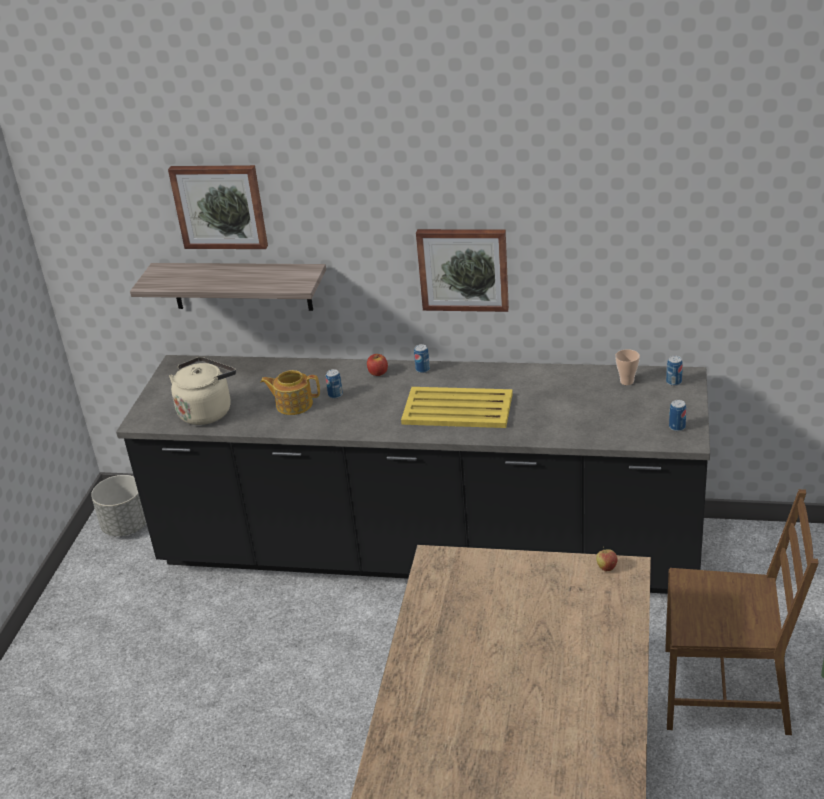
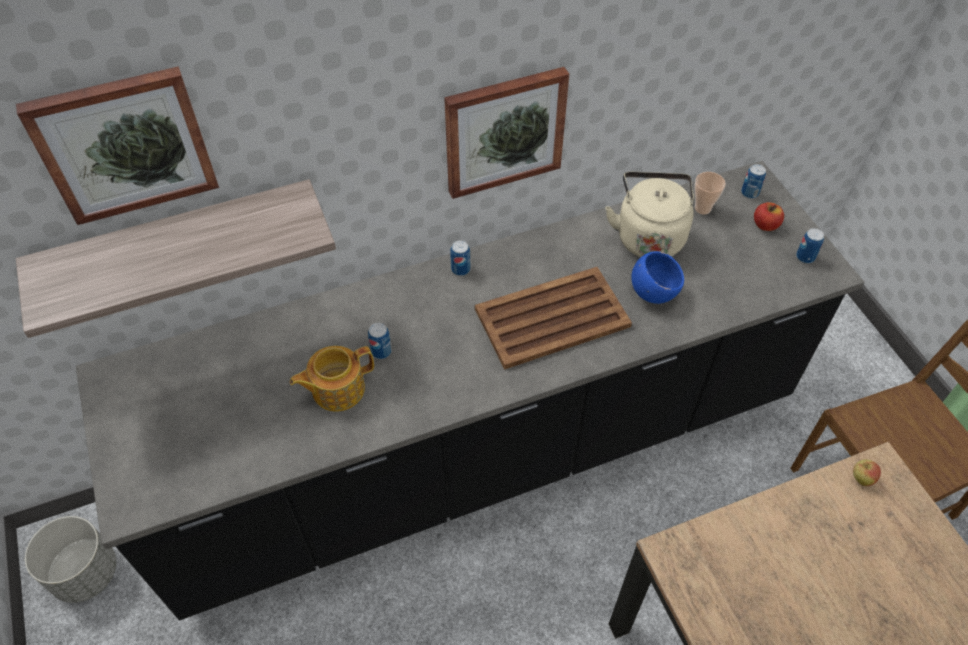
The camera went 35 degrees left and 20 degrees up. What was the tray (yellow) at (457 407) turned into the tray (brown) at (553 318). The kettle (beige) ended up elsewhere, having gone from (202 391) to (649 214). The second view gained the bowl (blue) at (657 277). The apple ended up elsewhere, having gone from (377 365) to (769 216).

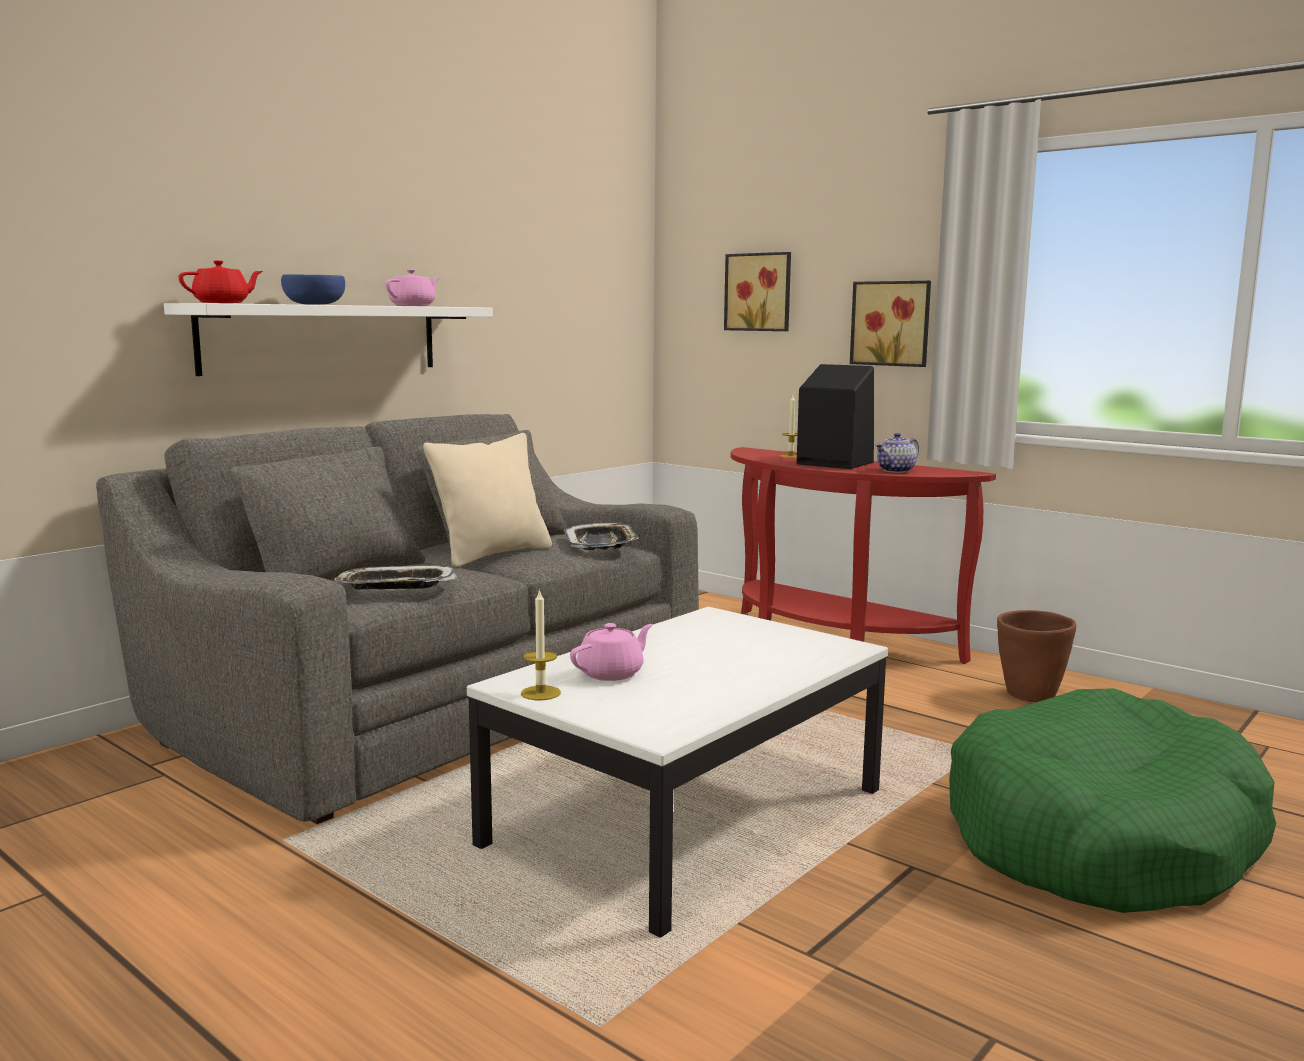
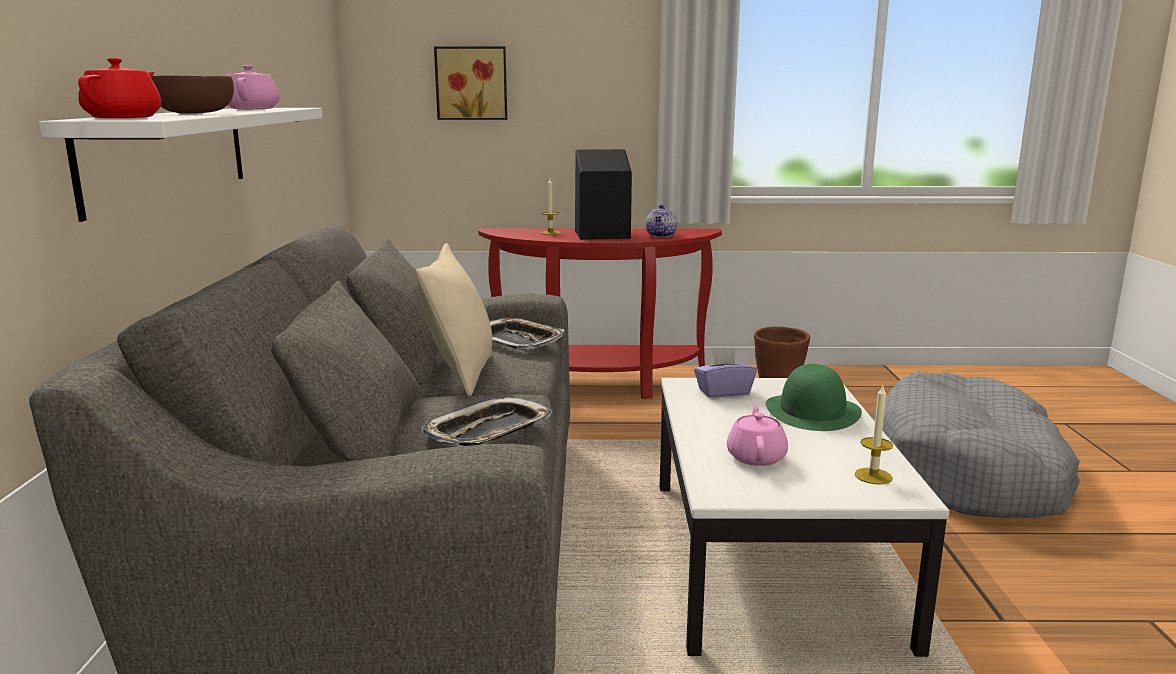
The camera went 40 degrees left and 5 degrees up. What was the bowl (blue) at (313 289) turned into the bowl (brown) at (193 94). The second view gained the tissue box (purple) at (725 373). The second view gained the hat (green) at (814 397). The candle ended up elsewhere, having gone from (541 644) to (873 435). What was the dog bed (green) at (1112 800) turned into the dog bed (grey) at (976 444). The second view lost the picture at (890 324).

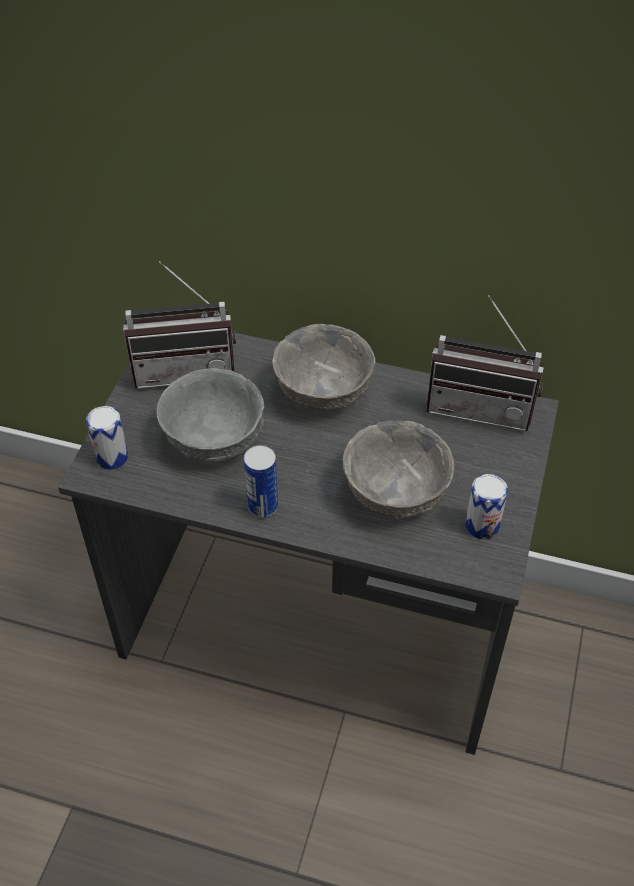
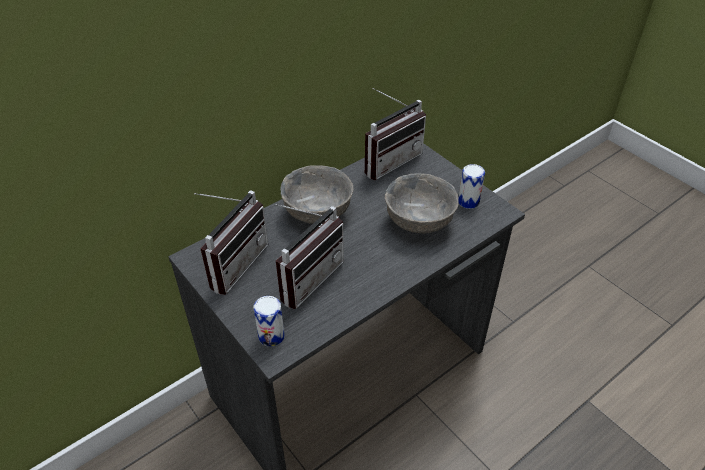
The camera went 55 degrees left and 5 degrees down. Where the bowl (grey) stood at (210 415), the radio came to stand at (310 256). The second view lost the can at (261 481).

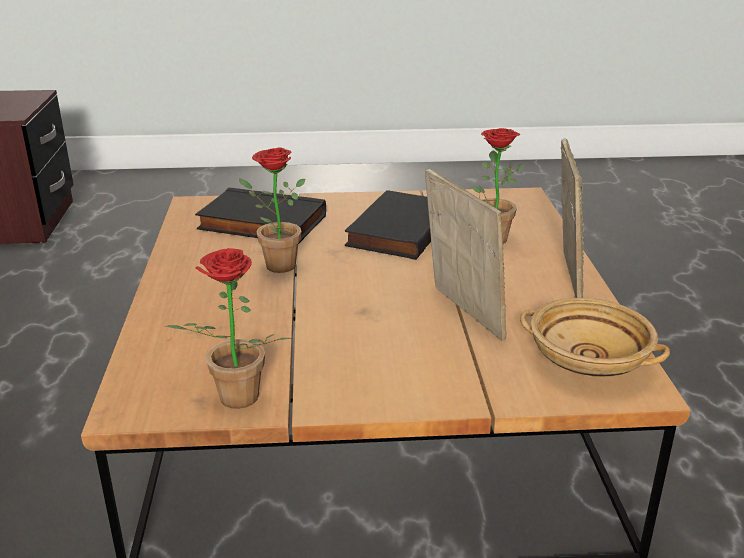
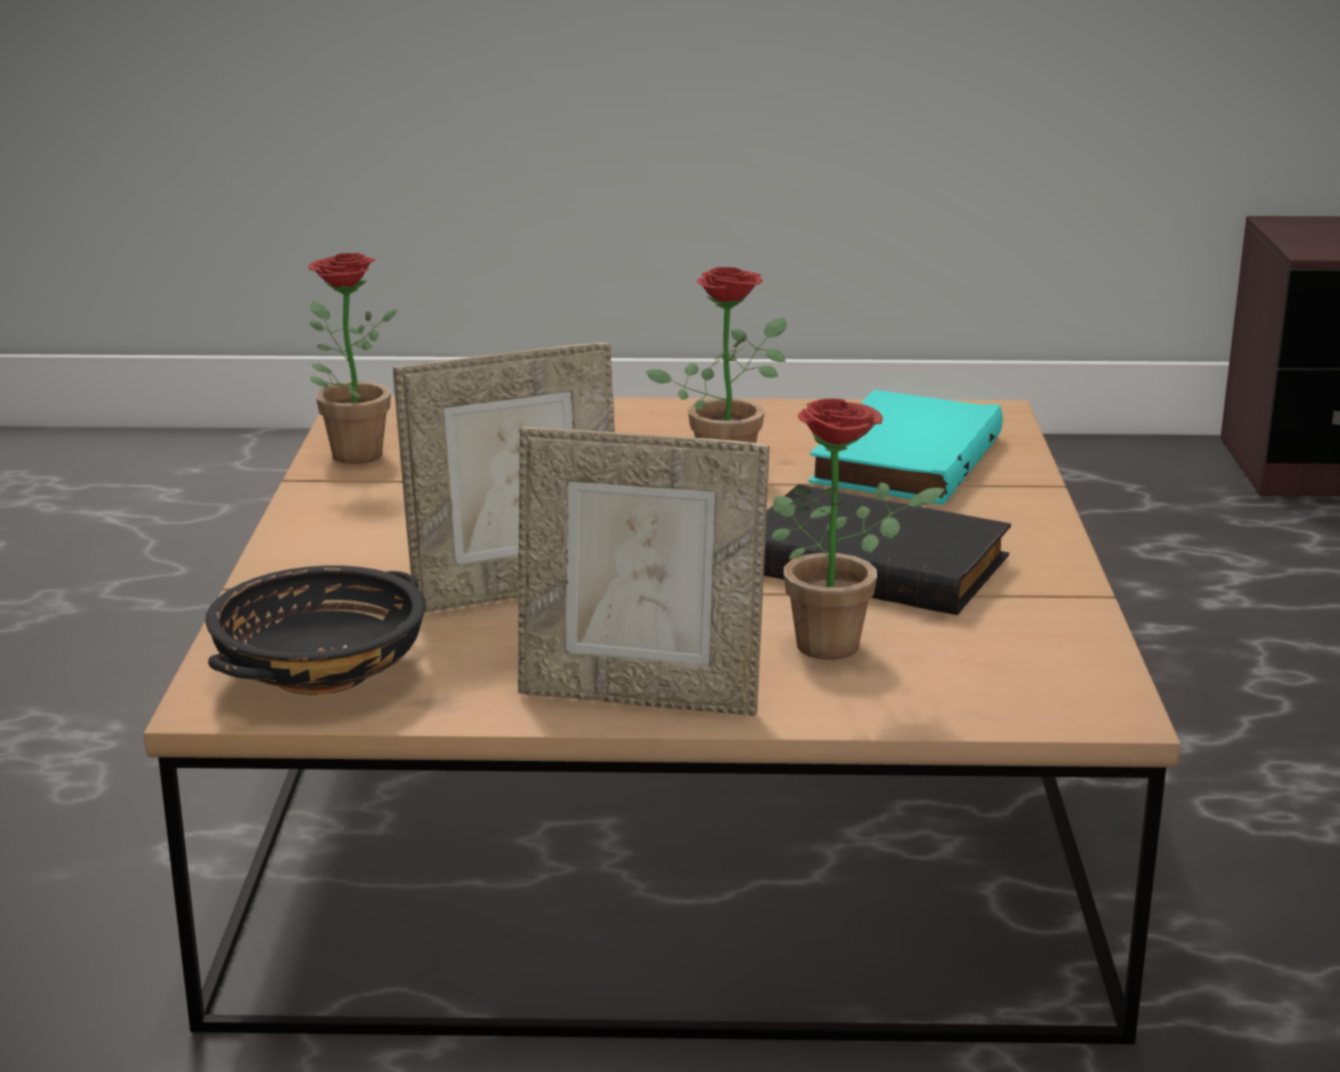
The camera went 95 degrees right and 5 degrees down. What was the bowl (beige) at (595 337) turned into the bowl (black) at (315 630). What was the book (black) at (260 216) turned into the book (turquoise) at (905 447).

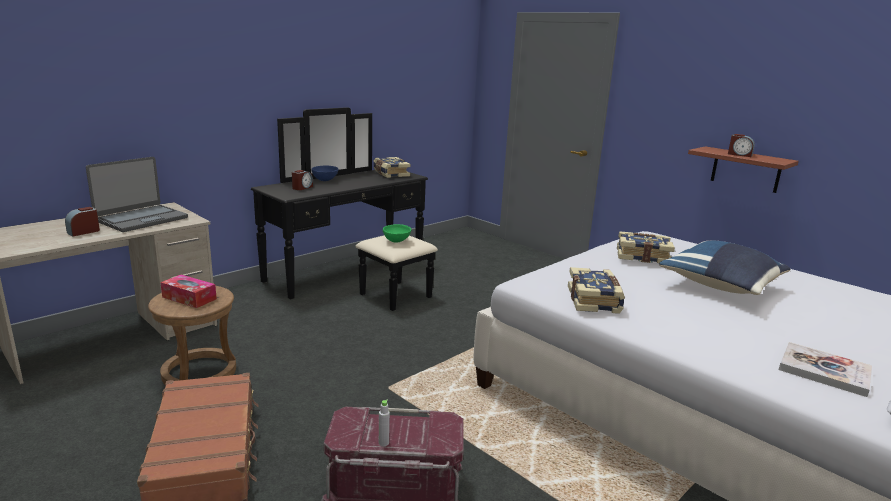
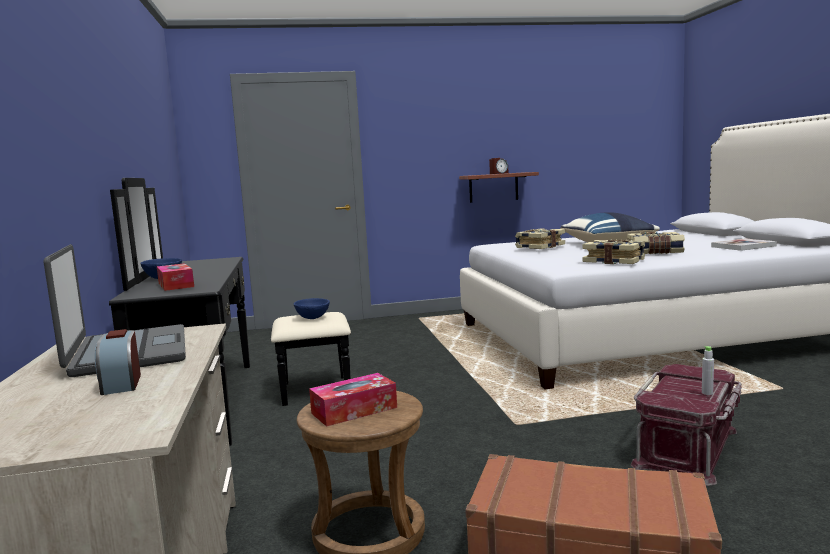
The camera went 55 degrees left and 10 degrees down. Where the alarm clock stood at (302 180), the tissue box came to stand at (175 277). What was the bowl (green) at (397 233) turned into the bowl (blue) at (312 308). The book ended up elsewhere, having gone from (391 167) to (656 243).

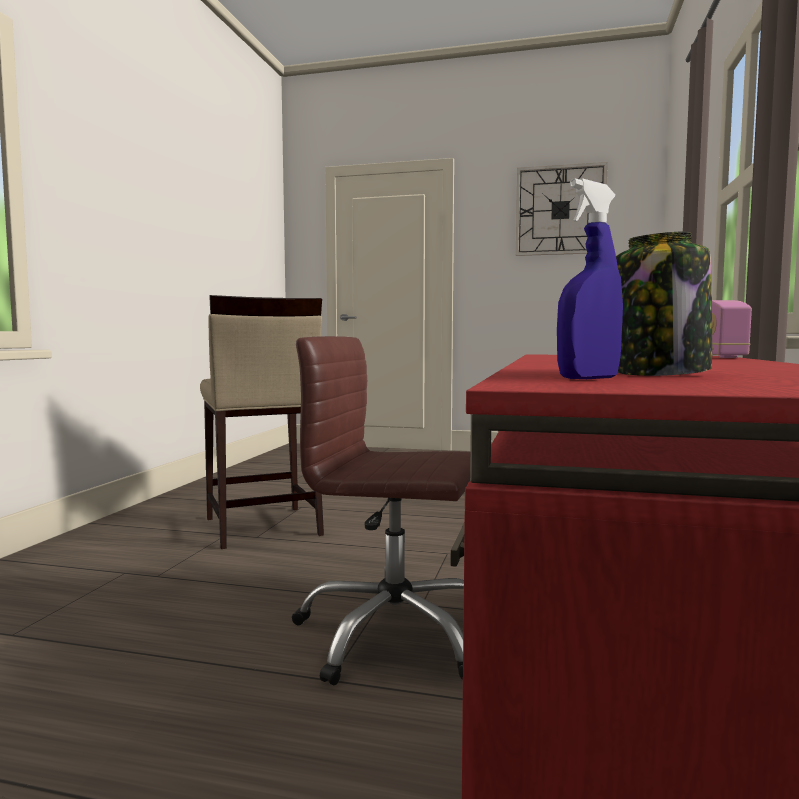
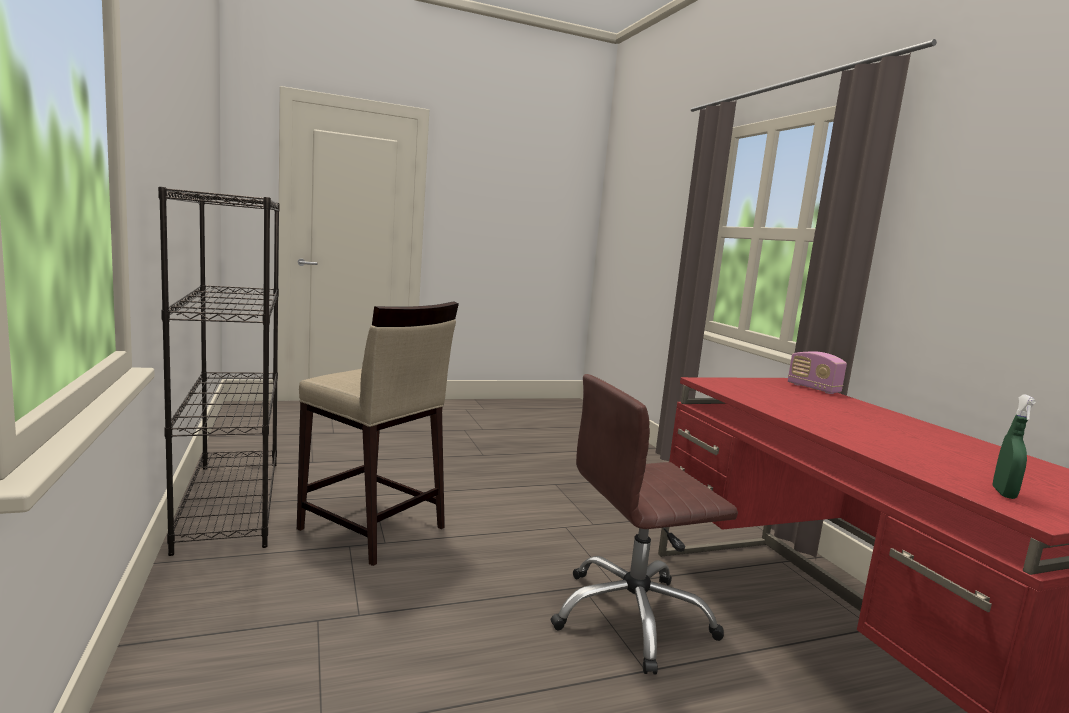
The camera went 35 degrees left and 5 degrees up. The second view gained the bookcase (black) at (219 371). What was the spray bottle (blue) at (590 278) turned into the spray bottle (green) at (1014 446). The second view lost the wall clock at (562 209). The second view lost the jar at (664 303).

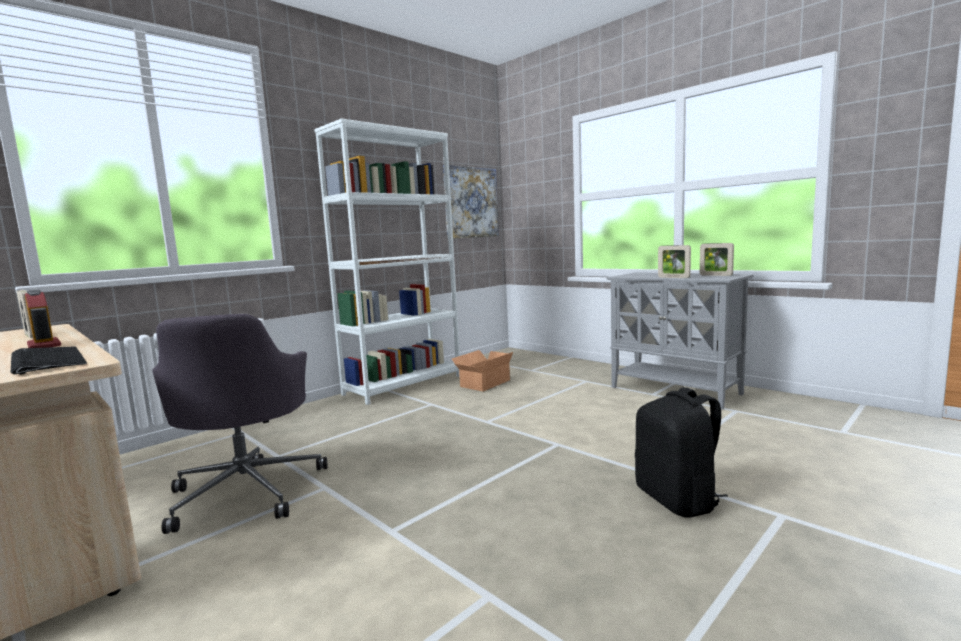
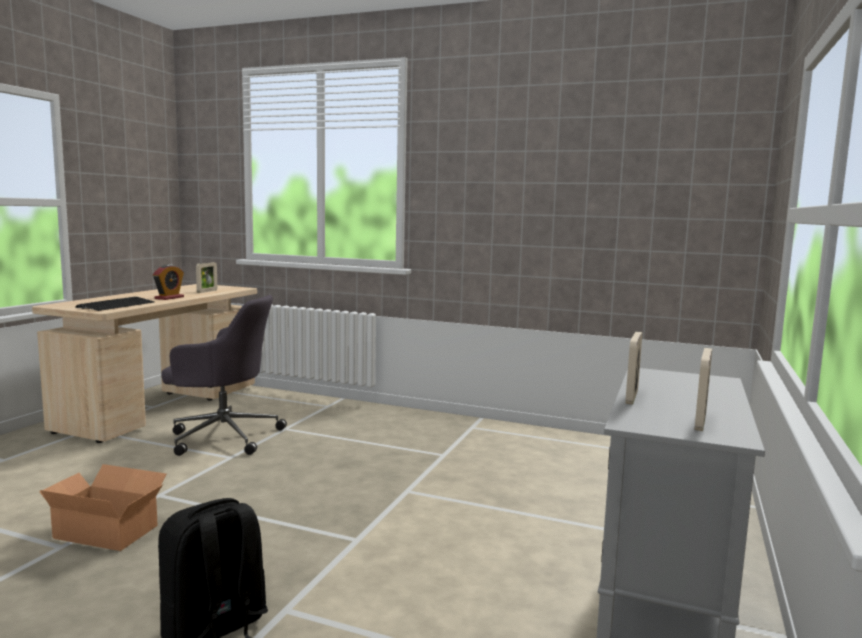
The camera went 65 degrees right and 0 degrees up. The cardboard box ended up elsewhere, having gone from (482 370) to (103 507). The office chair (grey) at (239 424) ended up facing another way, 135 degrees counterclockwise from before. The second view lost the bookcase (white) at (387 262). The second view lost the picture at (471 202).

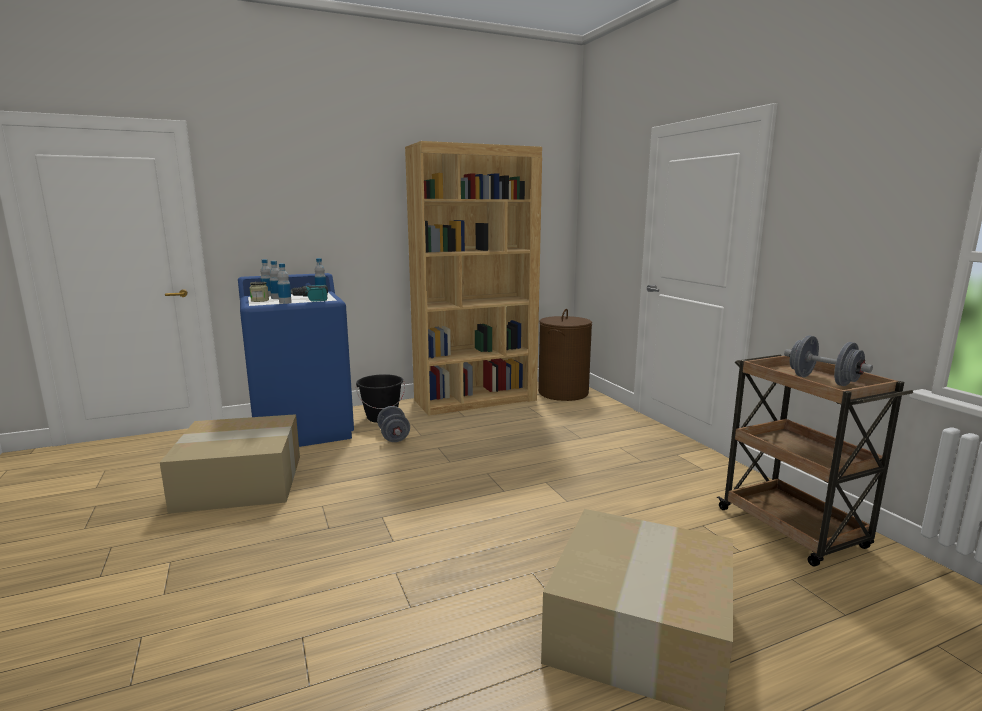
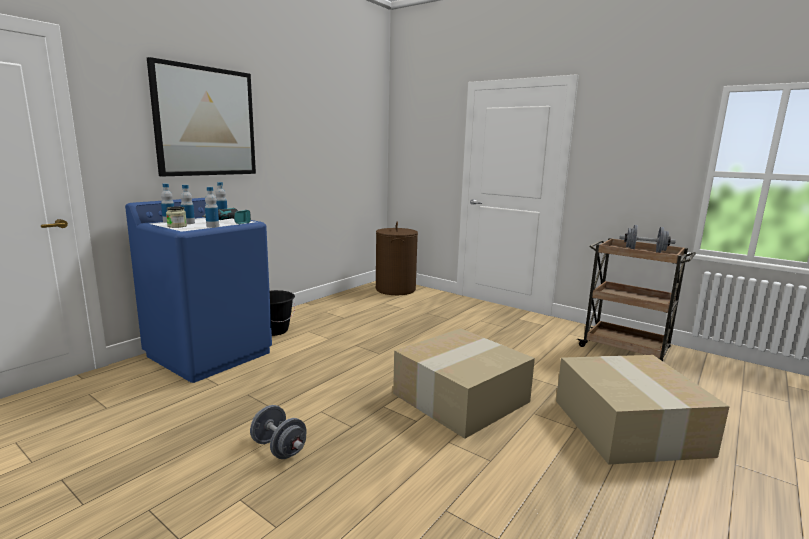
The camera went 30 degrees left and 0 degrees up. The second view gained the picture at (201 116). The dumbbell (grey) ended up elsewhere, having gone from (393 424) to (278 432). The cardboard box ended up elsewhere, having gone from (230 464) to (464 383). The second view lost the bookcase (brown) at (473 278).

